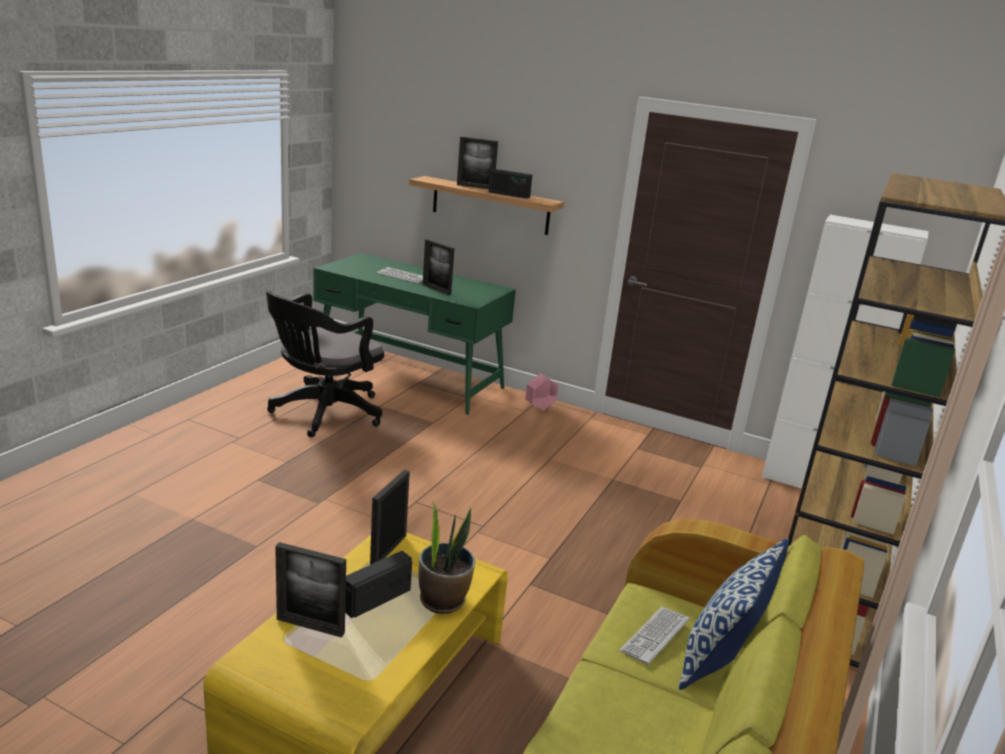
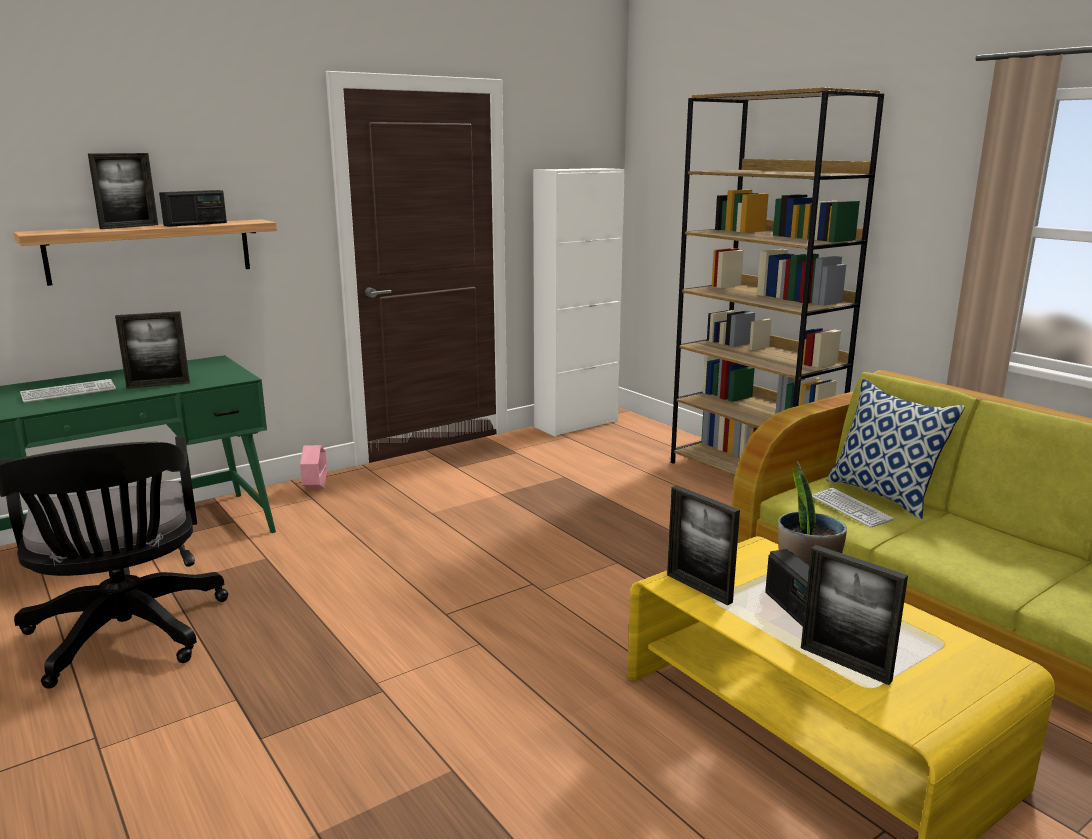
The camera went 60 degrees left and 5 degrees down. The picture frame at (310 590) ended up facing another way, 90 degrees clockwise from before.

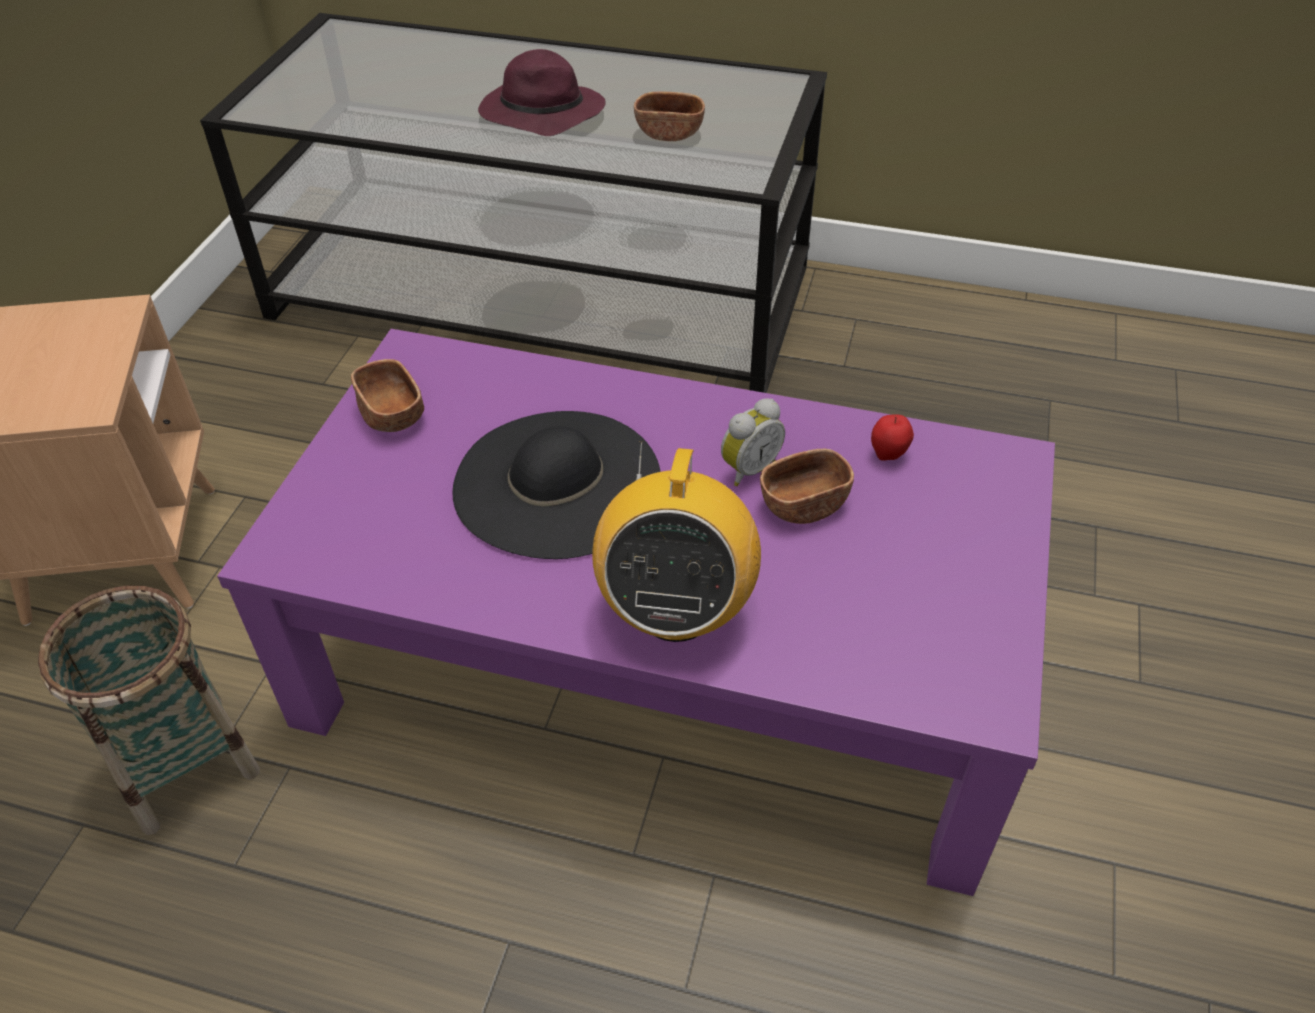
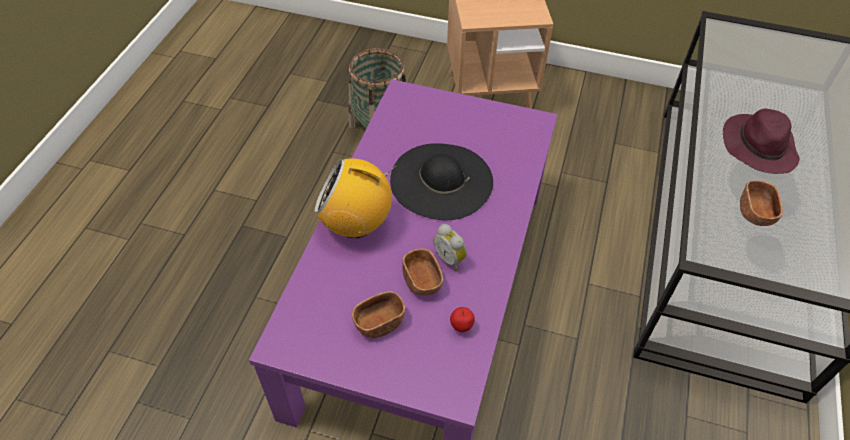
The camera went 90 degrees right and 5 degrees up. The bowl (brown) ended up elsewhere, having gone from (387 395) to (378 314).

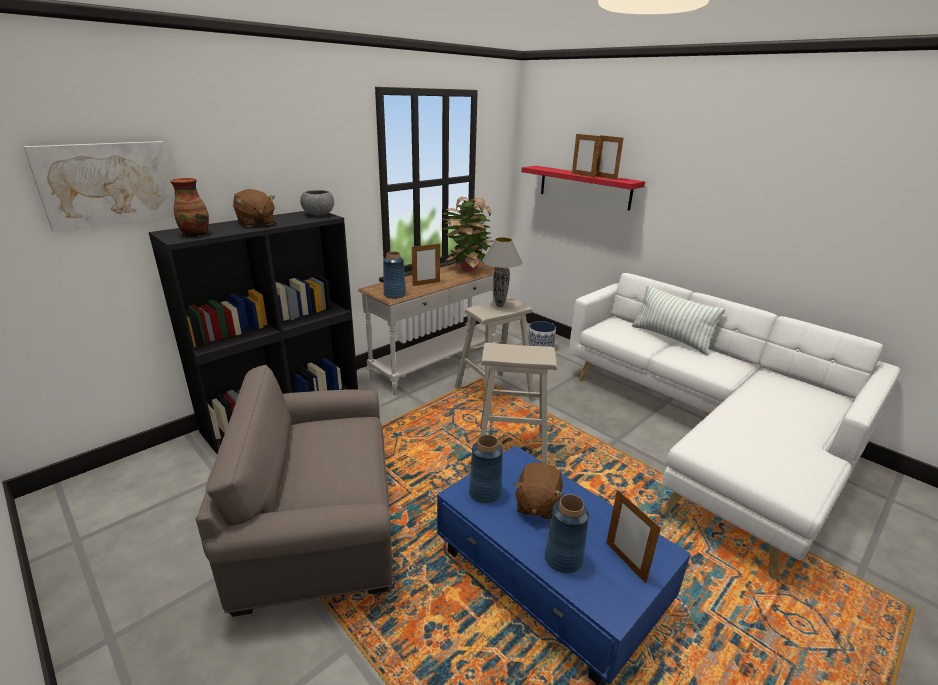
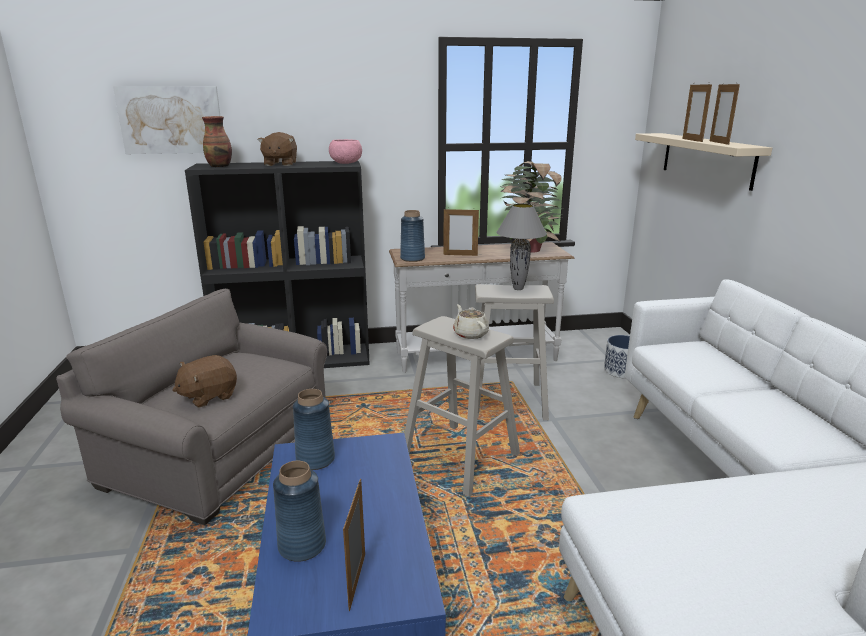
The camera went 35 degrees right and 5 degrees down. The plush toy (brown) ended up elsewhere, having gone from (538 491) to (205 381). What was the bowl (grey) at (317 203) turned into the bowl (pink) at (345 151). The second view gained the teapot (beige) at (471 321). What was the shelf (red) at (583 188) turned into the shelf (beige) at (703 162). The second view lost the pillow at (679 320).

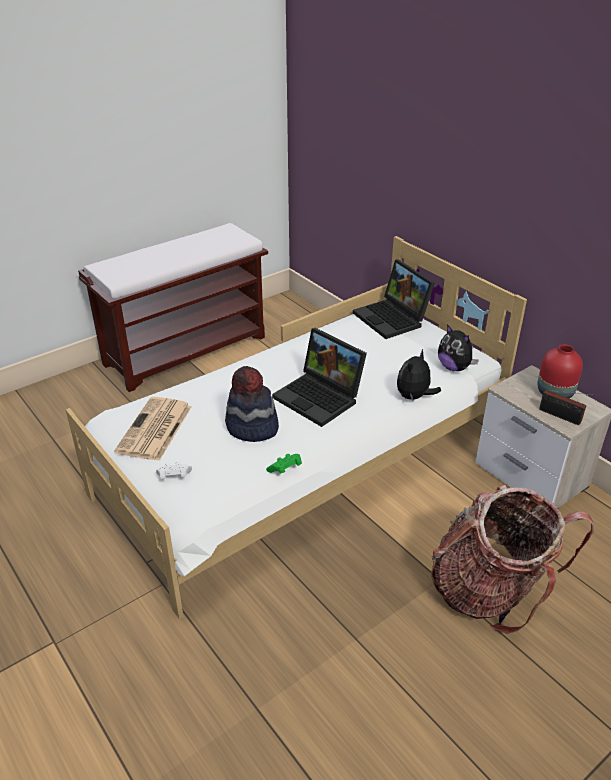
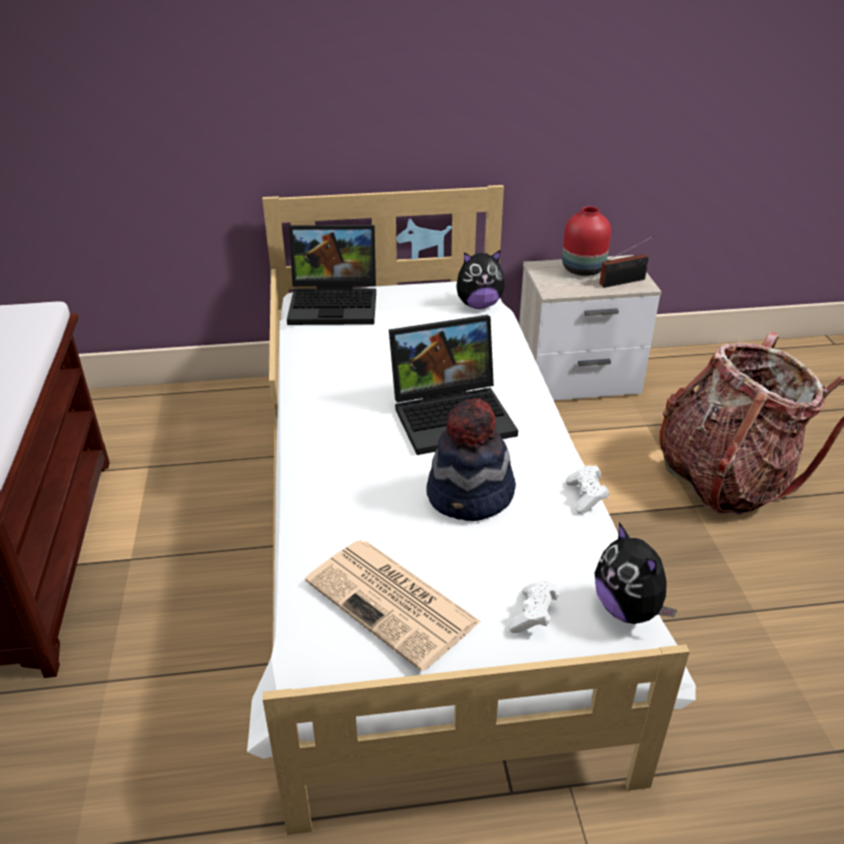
The camera went 60 degrees left and 0 degrees up. What was the game controller (green) at (284 463) turned into the game controller (white) at (587 490). The plush toy ended up elsewhere, having gone from (419 375) to (636 573).

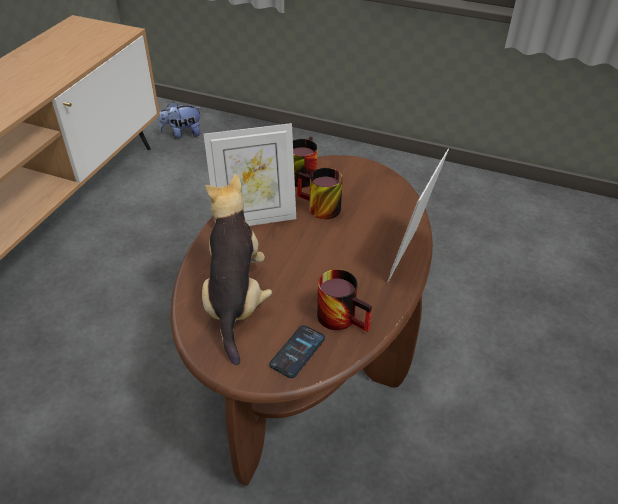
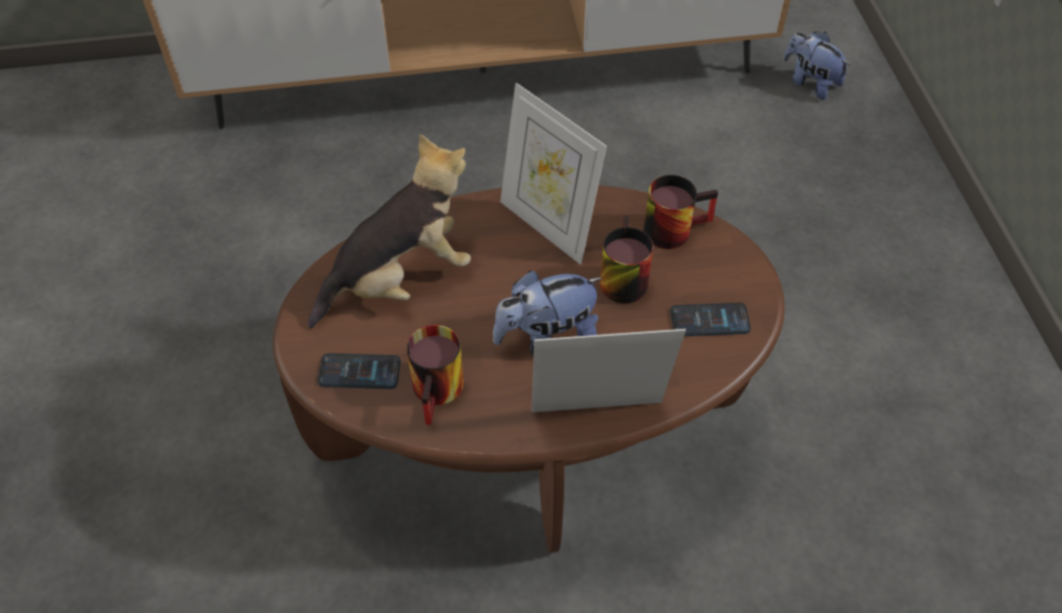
The camera went 60 degrees right and 10 degrees up. The second view gained the plush toy at (547 313). The second view gained the phone at (710 319).

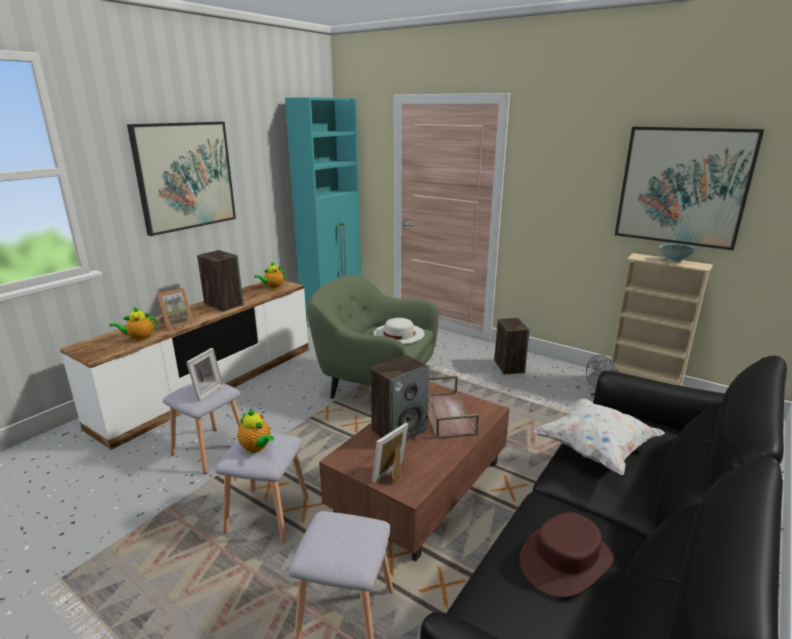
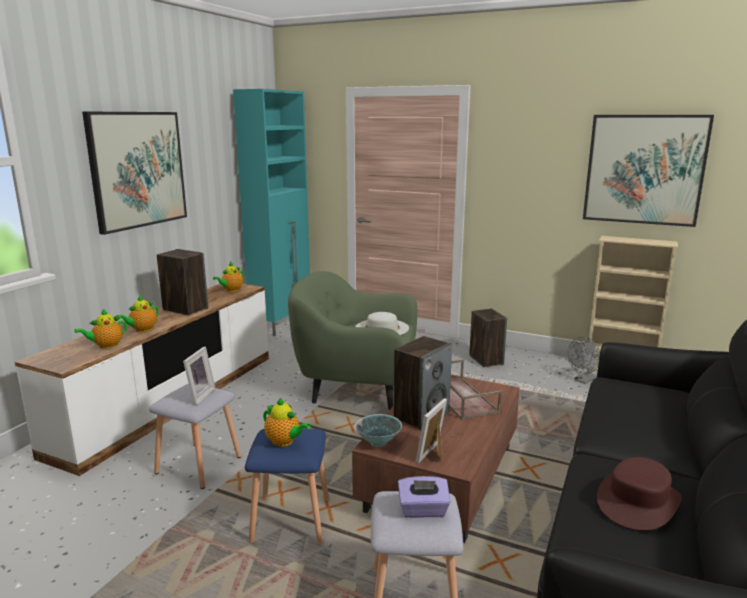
The camera went 10 degrees left and 5 degrees down. Where the picture frame stood at (175 309), the teapot came to stand at (138 313). What was the stool (grey) at (262 488) turned into the stool (blue) at (287 486). The bowl ended up elsewhere, having gone from (677 253) to (378 430). The second view gained the tissue box (purple) at (424 497). The second view lost the pillow (white) at (599 437).

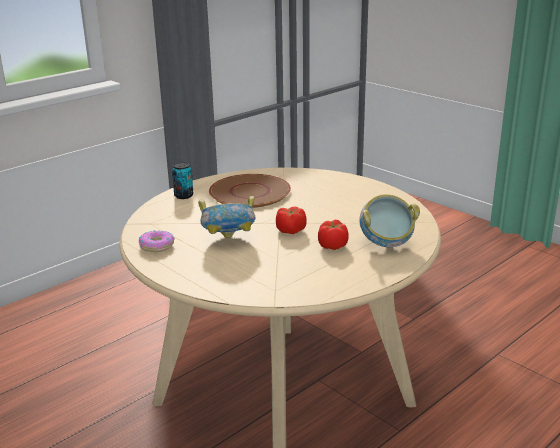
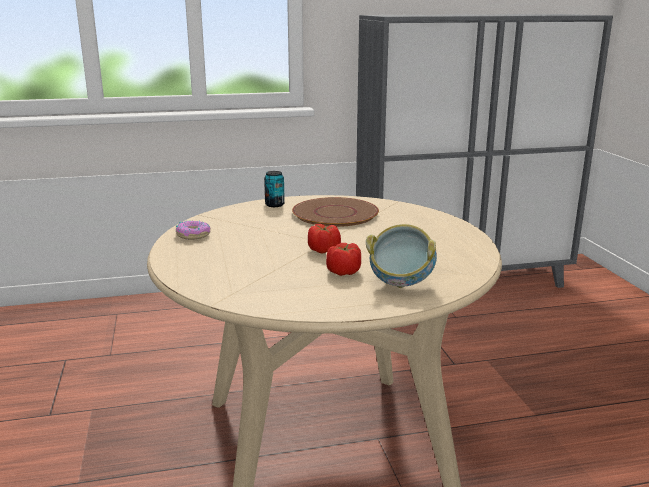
The camera went 30 degrees right and 5 degrees down. The second view lost the bowl at (226 217).

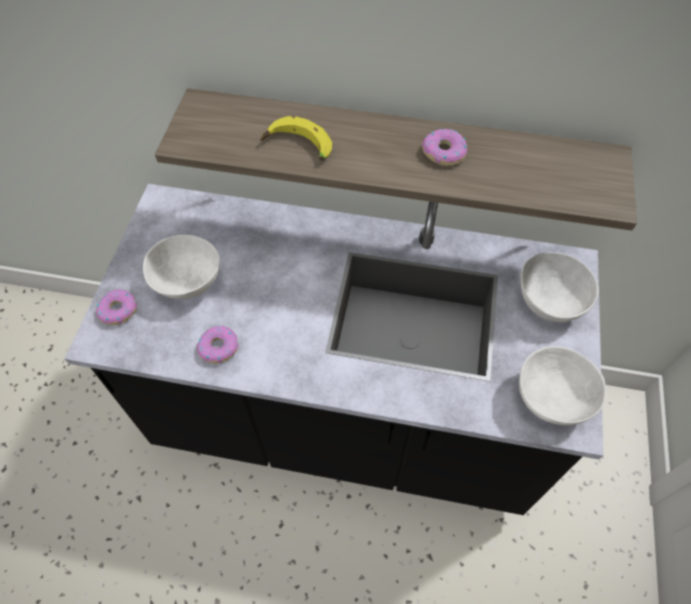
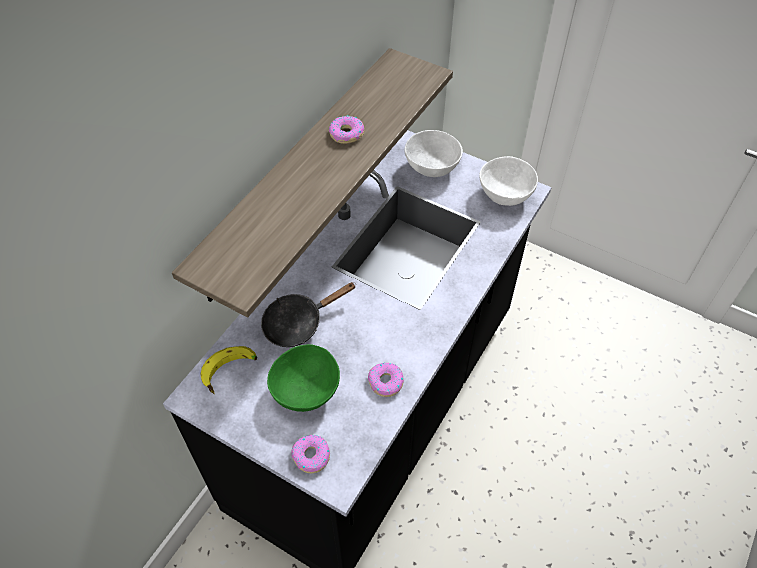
The camera went 70 degrees left and 5 degrees down. The banana ended up elsewhere, having gone from (296 138) to (229 370). The second view gained the frying pan (black) at (308 314). What was the bowl (white) at (181 267) turned into the bowl (green) at (303 378).

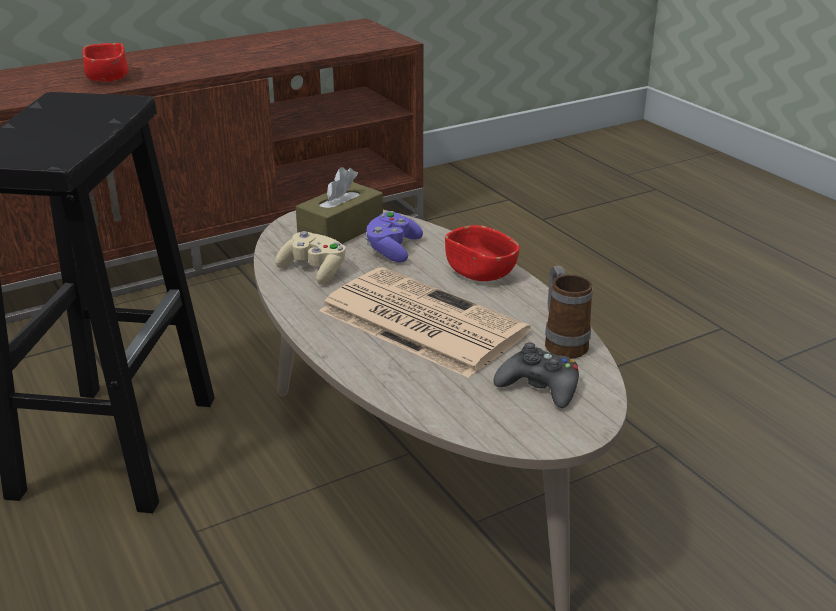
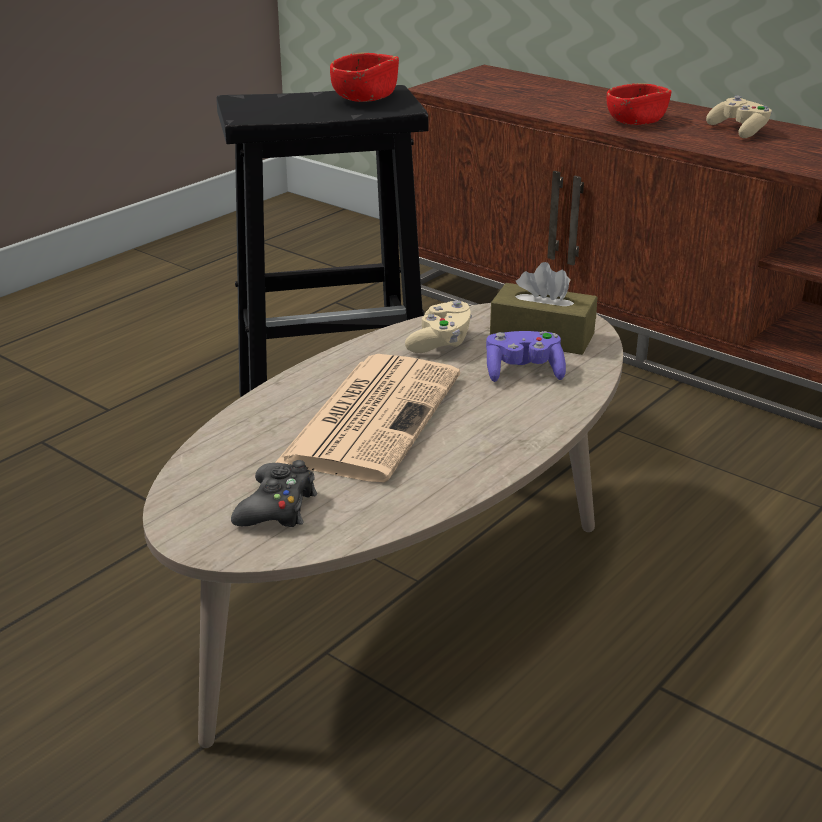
The camera went 70 degrees right and 0 degrees up. The bowl (red) ended up elsewhere, having gone from (482 253) to (364 77). The second view gained the game controller (beige) at (739 117). The second view lost the mug at (569 312).

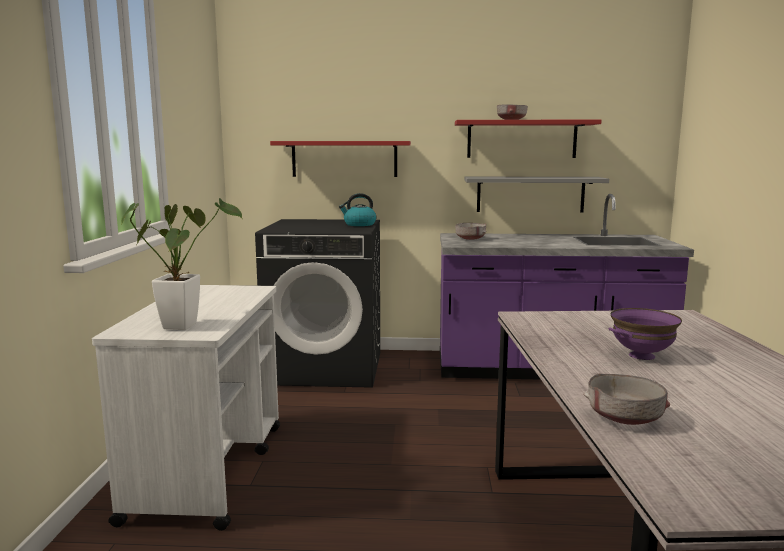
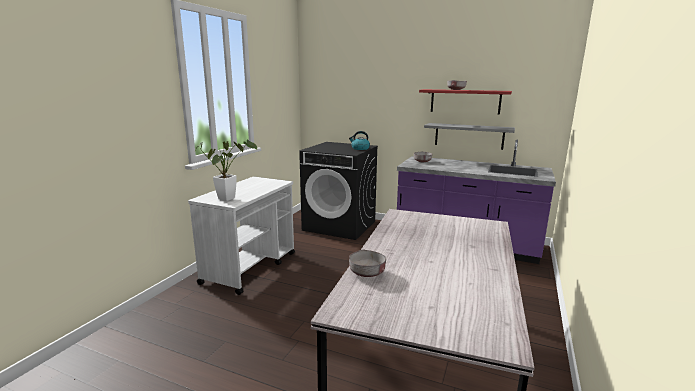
The camera went 20 degrees right and 5 degrees up. The second view lost the shelf (red) at (340 159). The second view lost the bowl (purple) at (645 334).

